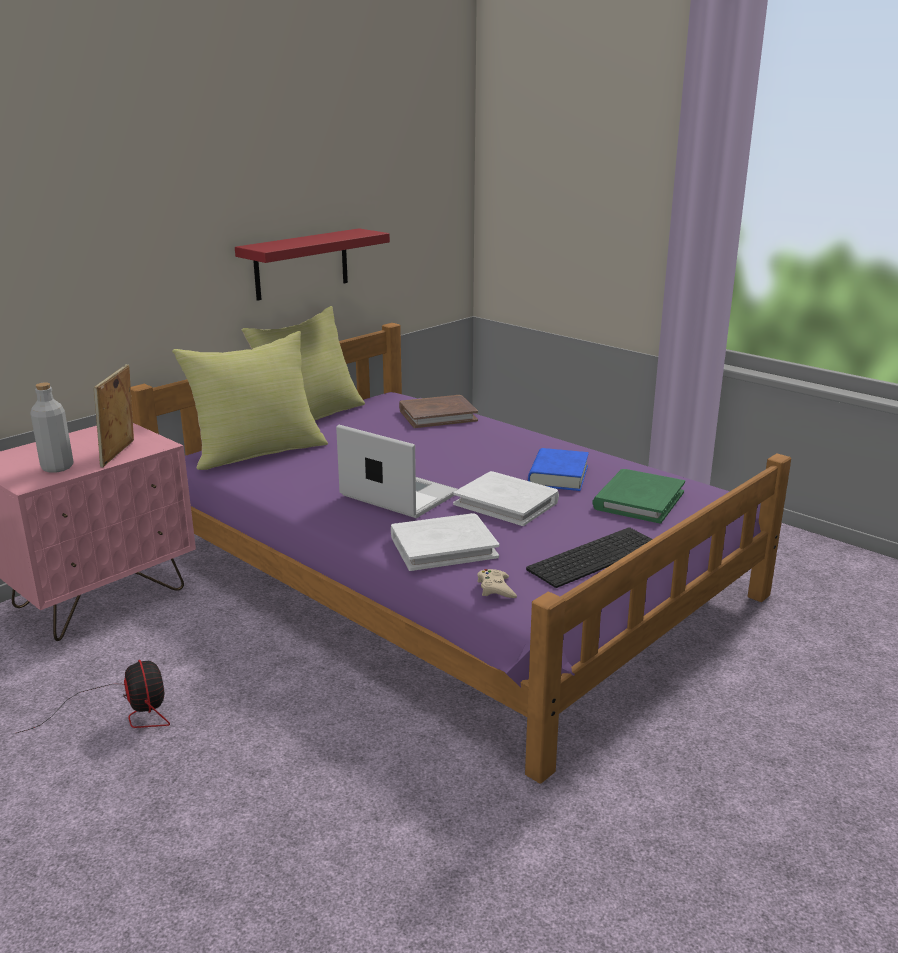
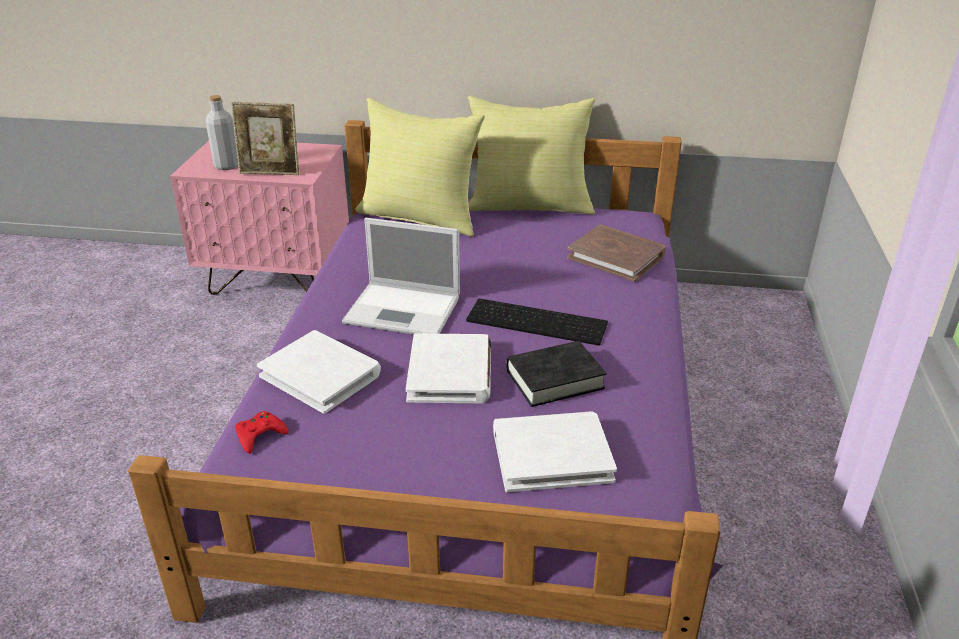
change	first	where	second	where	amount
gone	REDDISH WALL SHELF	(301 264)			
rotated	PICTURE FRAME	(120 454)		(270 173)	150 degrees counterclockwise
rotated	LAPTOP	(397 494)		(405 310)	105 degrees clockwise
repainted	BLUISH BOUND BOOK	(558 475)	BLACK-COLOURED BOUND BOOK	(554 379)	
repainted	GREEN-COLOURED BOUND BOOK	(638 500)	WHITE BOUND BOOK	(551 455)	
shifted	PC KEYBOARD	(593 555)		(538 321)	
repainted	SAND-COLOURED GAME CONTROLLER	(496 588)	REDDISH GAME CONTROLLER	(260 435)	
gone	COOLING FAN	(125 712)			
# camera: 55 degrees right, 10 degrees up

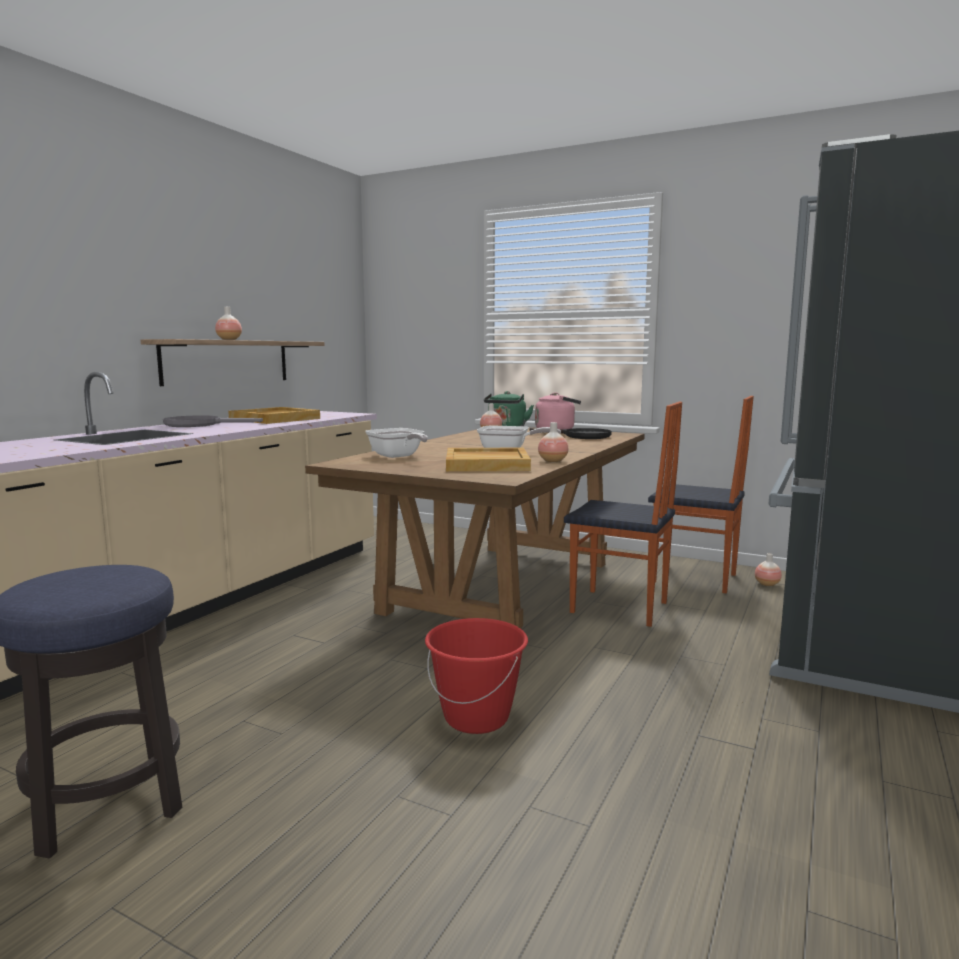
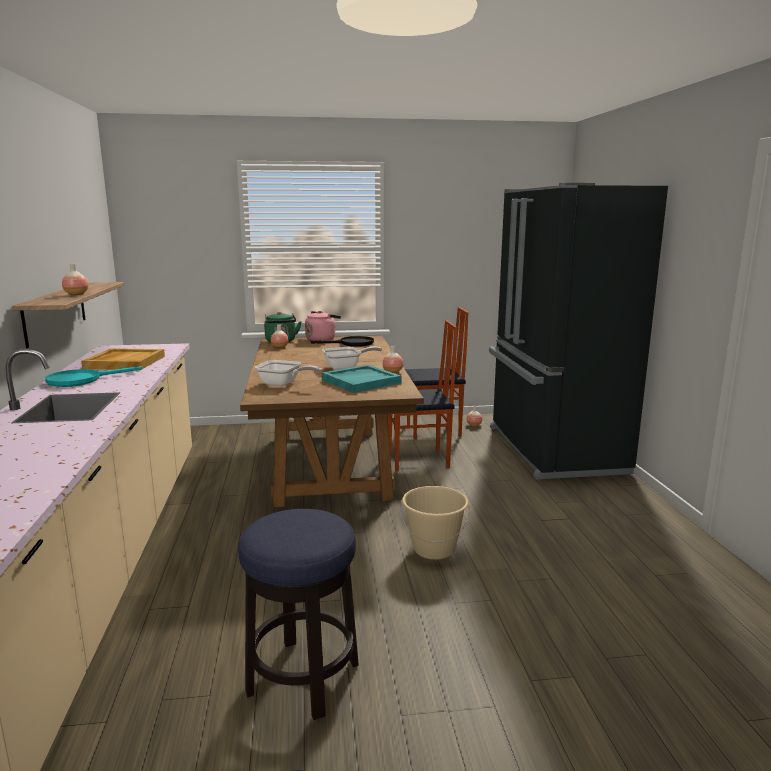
change	first	where	second	where	amount
repainted	GREY SKILLET	(200 424)	TURQUOISE SKILLET	(82 380)	
repainted	SAND-COLOURED SERVING TRAY	(487 464)	TURQUOISE SERVING TRAY	(361 381)	
repainted	REDDISH BUCKET	(477 717)	SAND-COLOURED BUCKET	(434 549)	
# camera: 35 degrees left, 5 degrees up

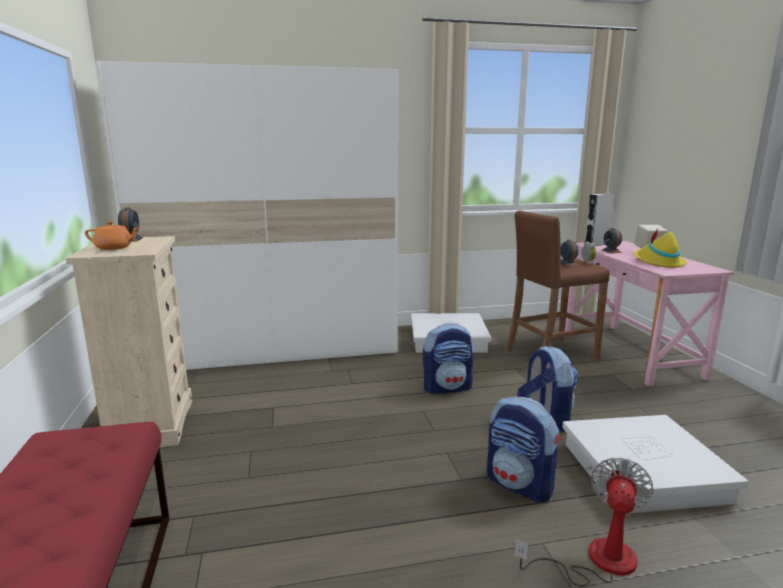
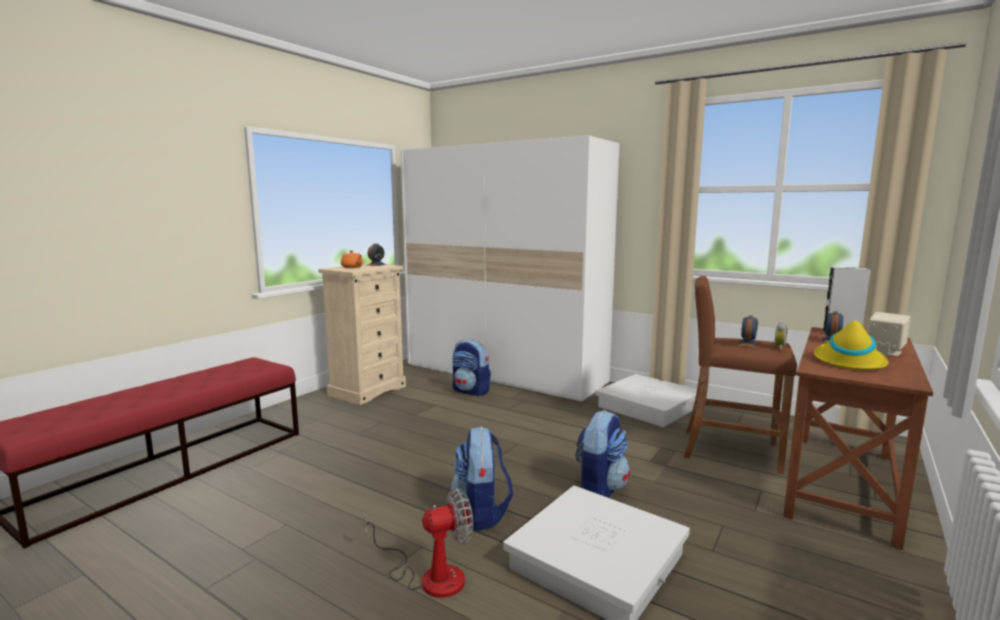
change	first	where	second	where	amount
repainted	PINK DESK TABLE	(629 353)	BROWN-COLOURED DESK TABLE	(842 484)	
shifted	RUCKSACK	(447 388)		(471 391)	
# camera: 45 degrees right, 5 degrees down

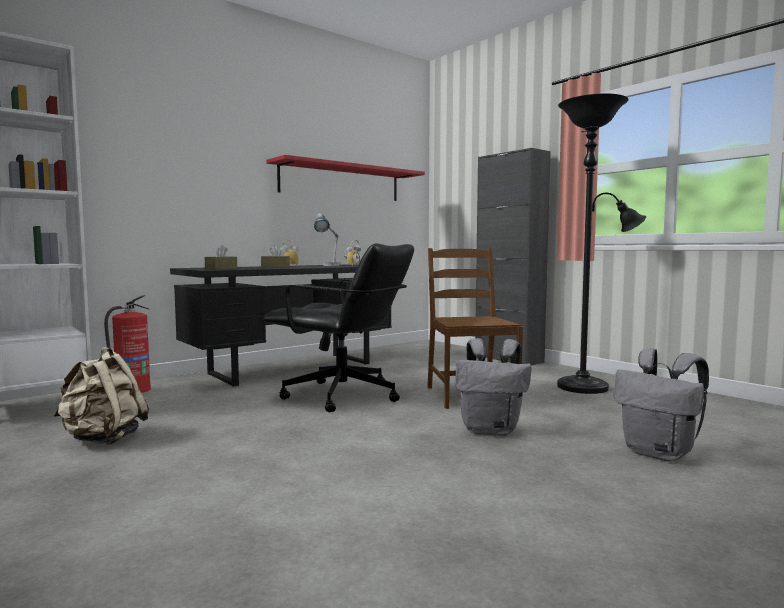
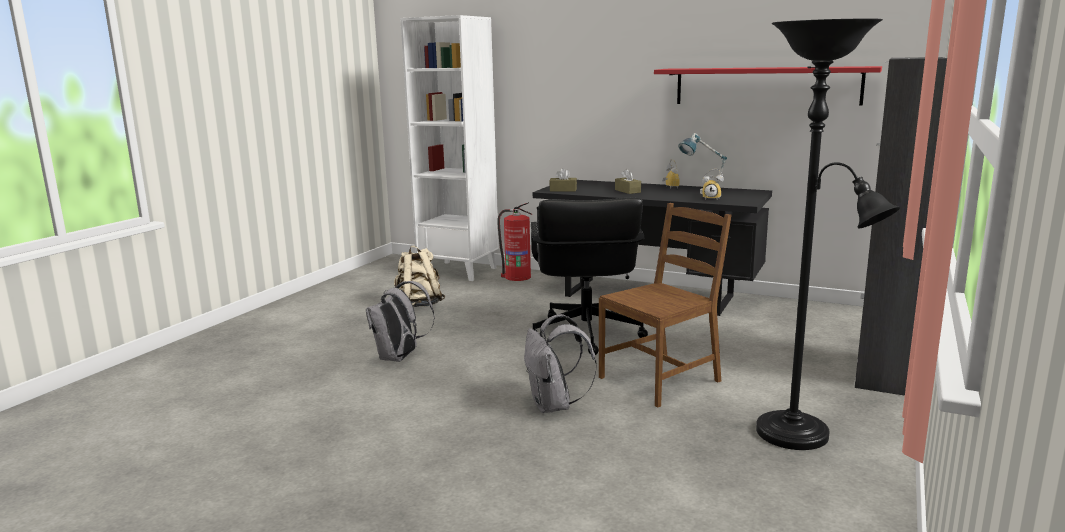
change	first	where	second	where	amount
shifted	GREY RUCKSACK	(660 453)		(399 358)	
# camera: 65 degrees right, 10 degrees up

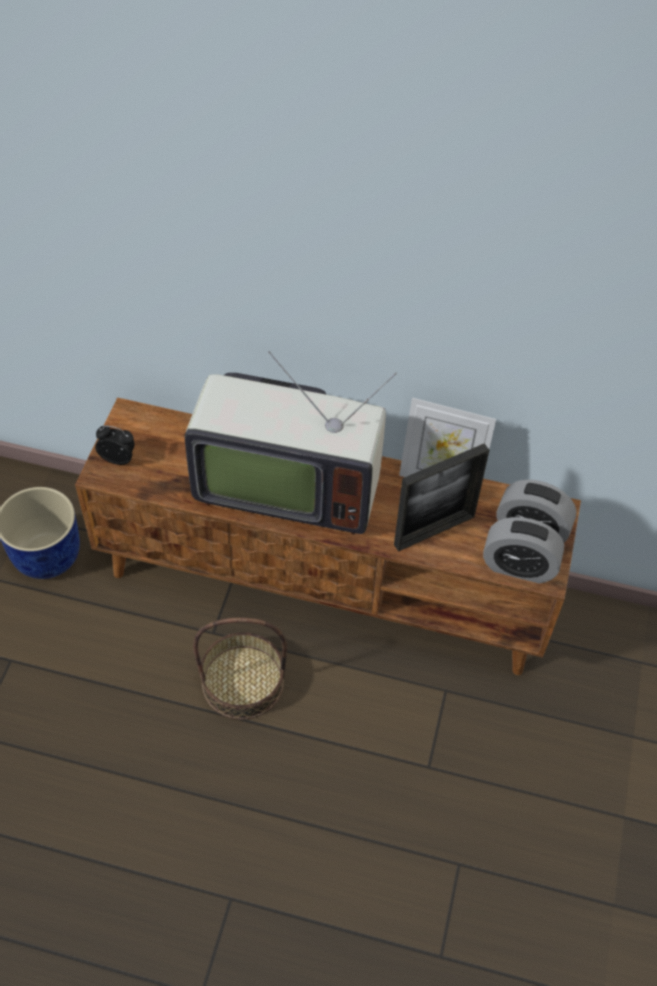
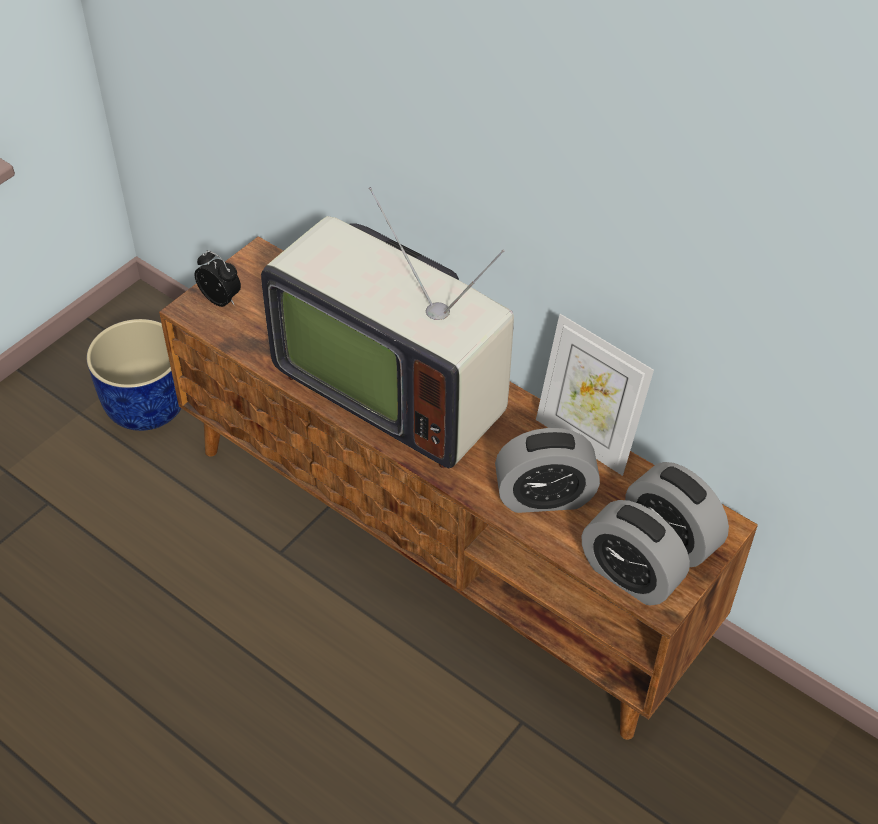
change	first	where	second	where	amount
swapped	PICTURE FRAME	(434 531)	BEDSIDE CLOCK	(544 497)	
gone	HOUSEHOLD BASKET	(243 681)			
# camera: 25 degrees right, 5 degrees down

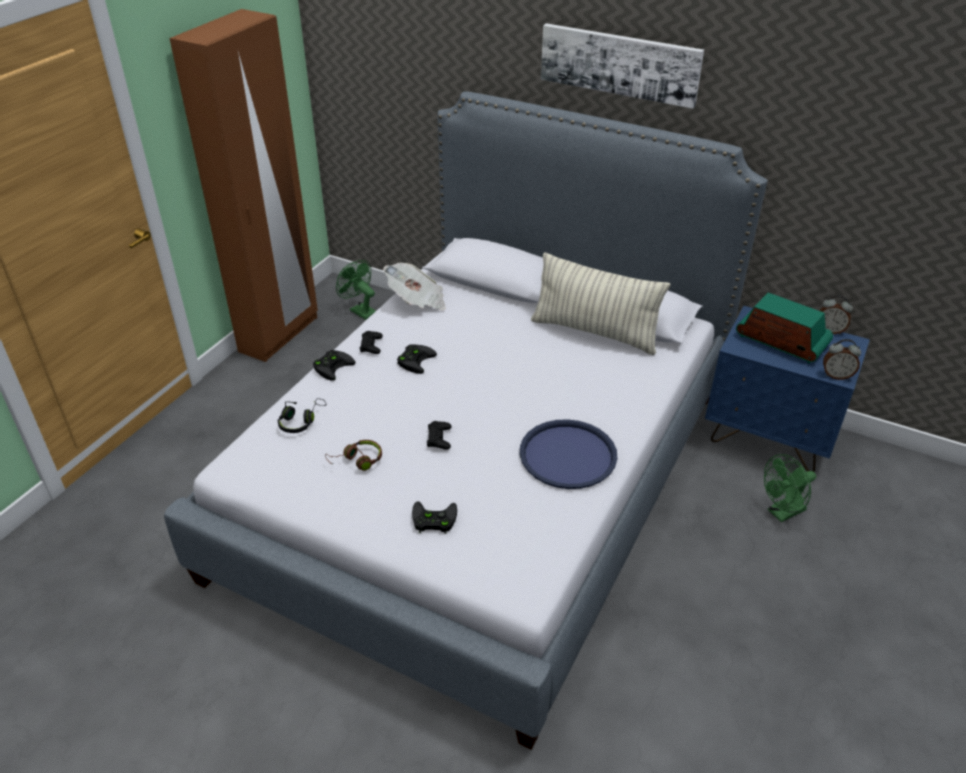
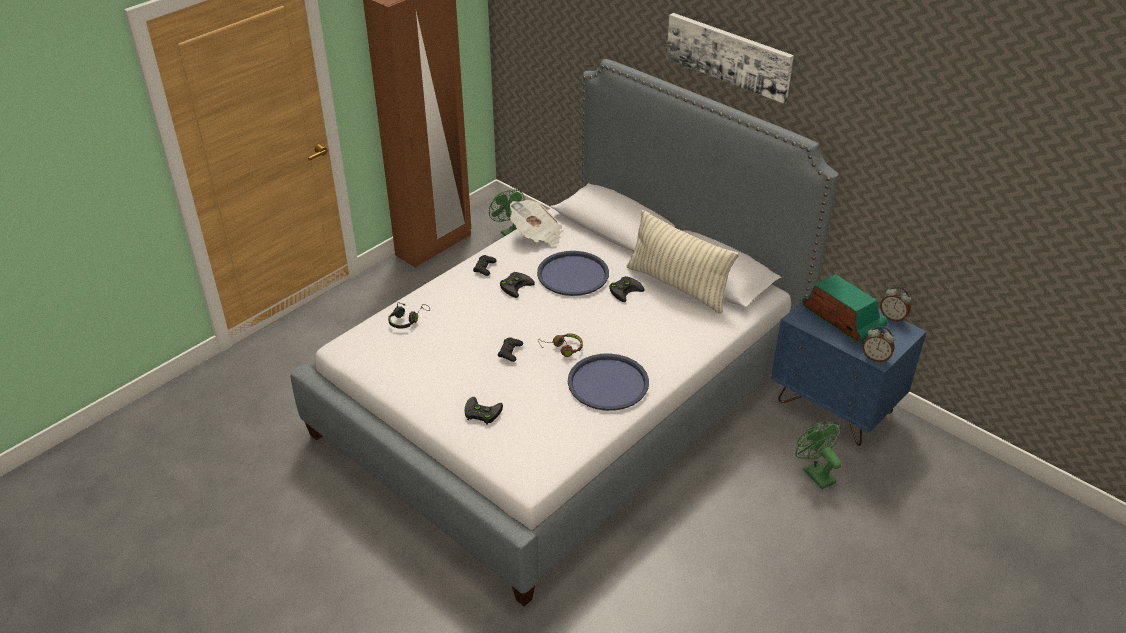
change	first	where	second	where	amount
shifted	BLACK-COLOURED GAME CONTROLLER	(332 366)		(625 290)	
shifted	BROWN-COLOURED HEADPHONES	(357 460)		(562 348)	
rotated	GREEN-COLOURED COOLING FAN	(782 513)		(815 473)	75 degrees clockwise
new			BLUISH SERVING TRAY	(573 274)	
# camera: 15 degrees right, 0 degrees up

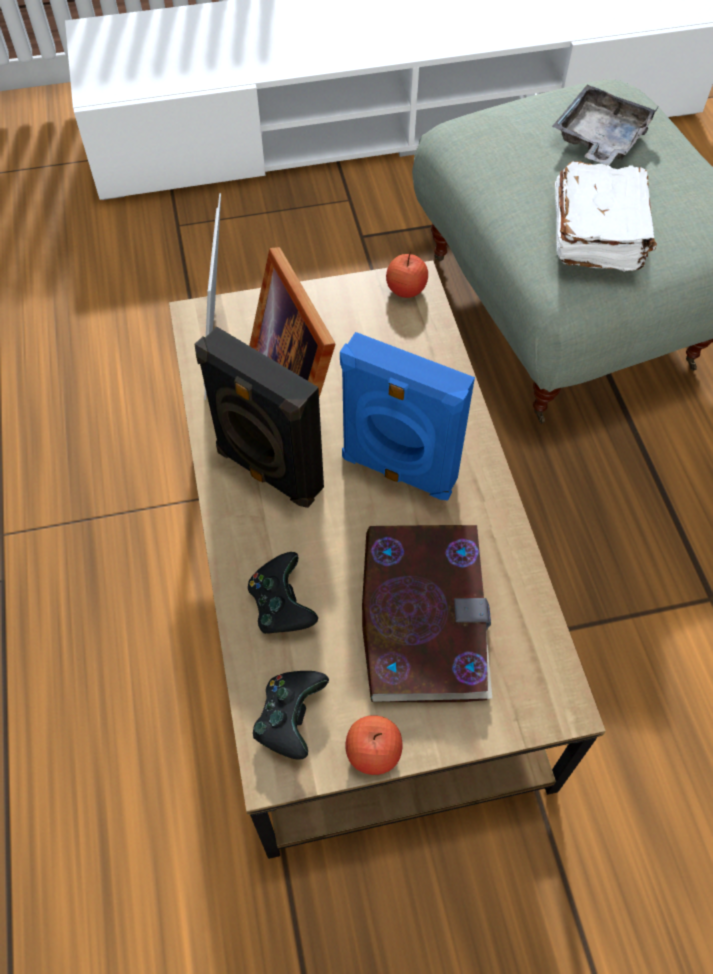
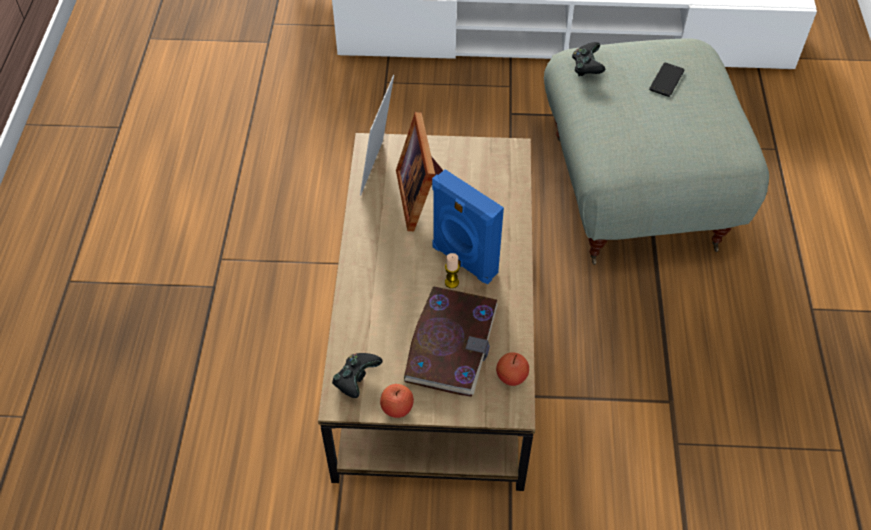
change	first	where	second	where	amount
swapped	GREY SERVING TRAY	(599 139)	PHONE	(666 80)	
gone	WHITE BOUND BOOK	(598 233)			
shifted	APPLE FRUIT	(406 289)		(511 376)	
gone	BLACK-COLOURED LOUDSPEAKER	(267 472)			
shifted	BLACK-COLOURED GAME CONTROLLER	(282 605)		(586 68)	
new			WAX LIGHT	(451 282)	
# camera: 15 degrees right, 5 degrees down

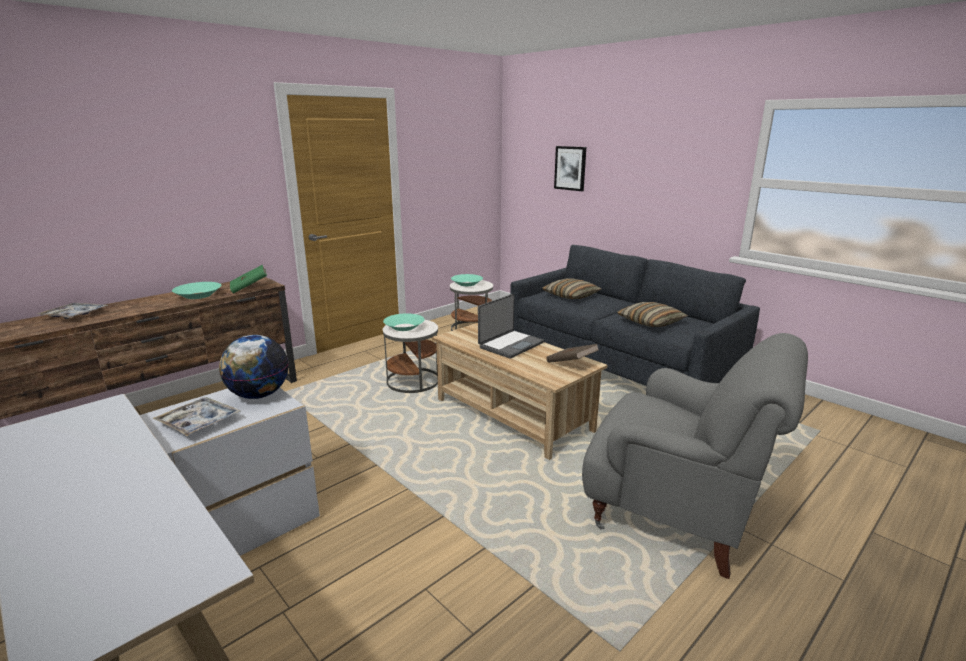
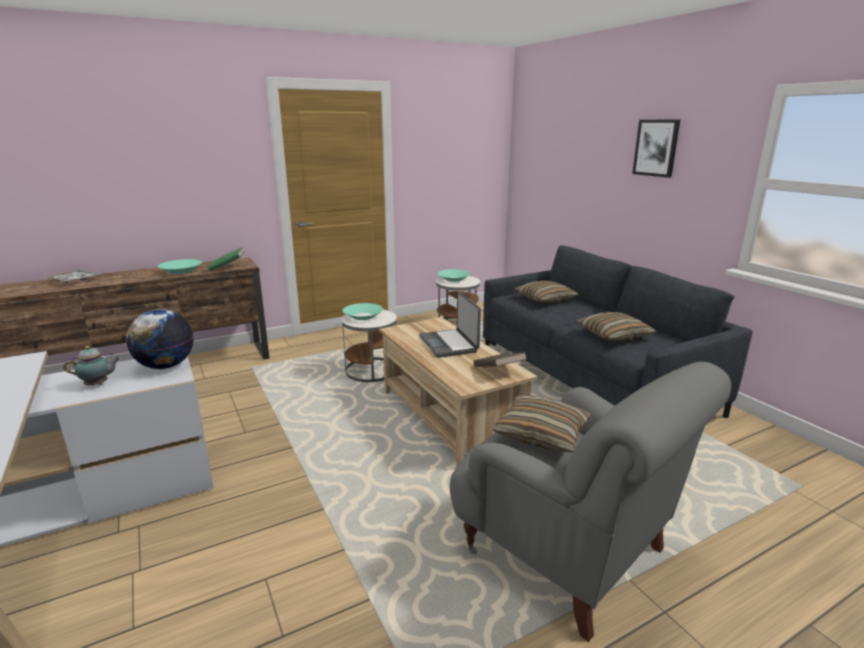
change	first	where	second	where	amount
shifted	WALL PICTURE	(570 168)		(656 148)	
rotated	LAPTOP	(510 345)		(449 344)	105 degrees clockwise
swapped	SERVING TRAY	(199 422)	POT FOR TEA	(98 384)	
new			CUSHION	(541 433)	
# camera: 15 degrees right, 0 degrees up

